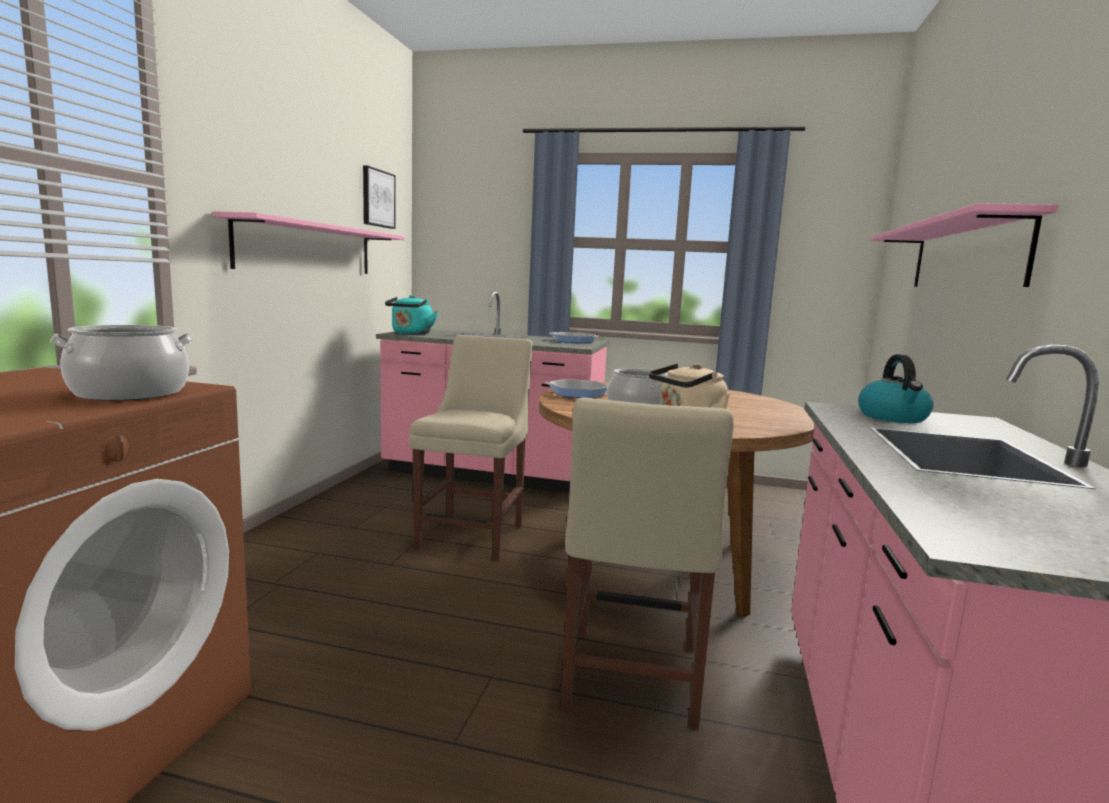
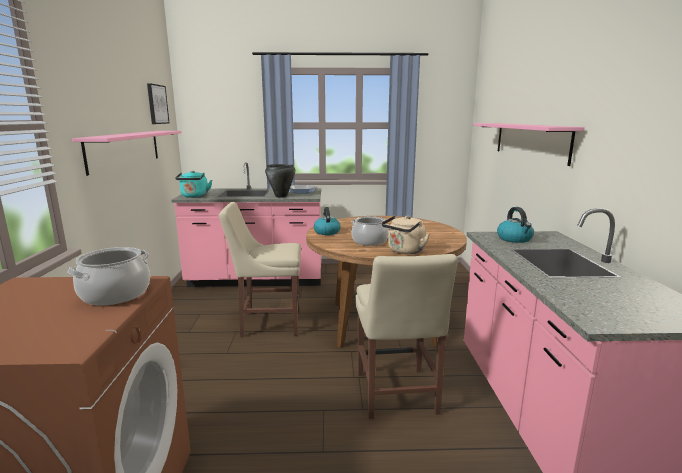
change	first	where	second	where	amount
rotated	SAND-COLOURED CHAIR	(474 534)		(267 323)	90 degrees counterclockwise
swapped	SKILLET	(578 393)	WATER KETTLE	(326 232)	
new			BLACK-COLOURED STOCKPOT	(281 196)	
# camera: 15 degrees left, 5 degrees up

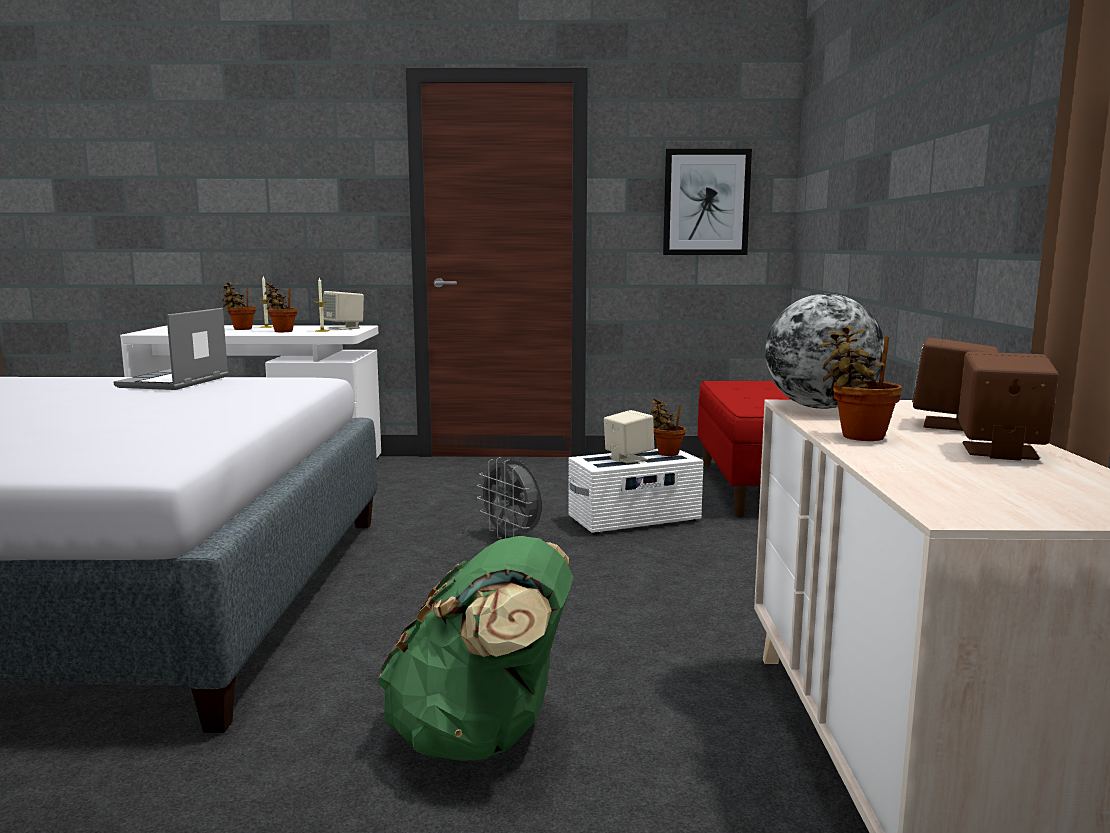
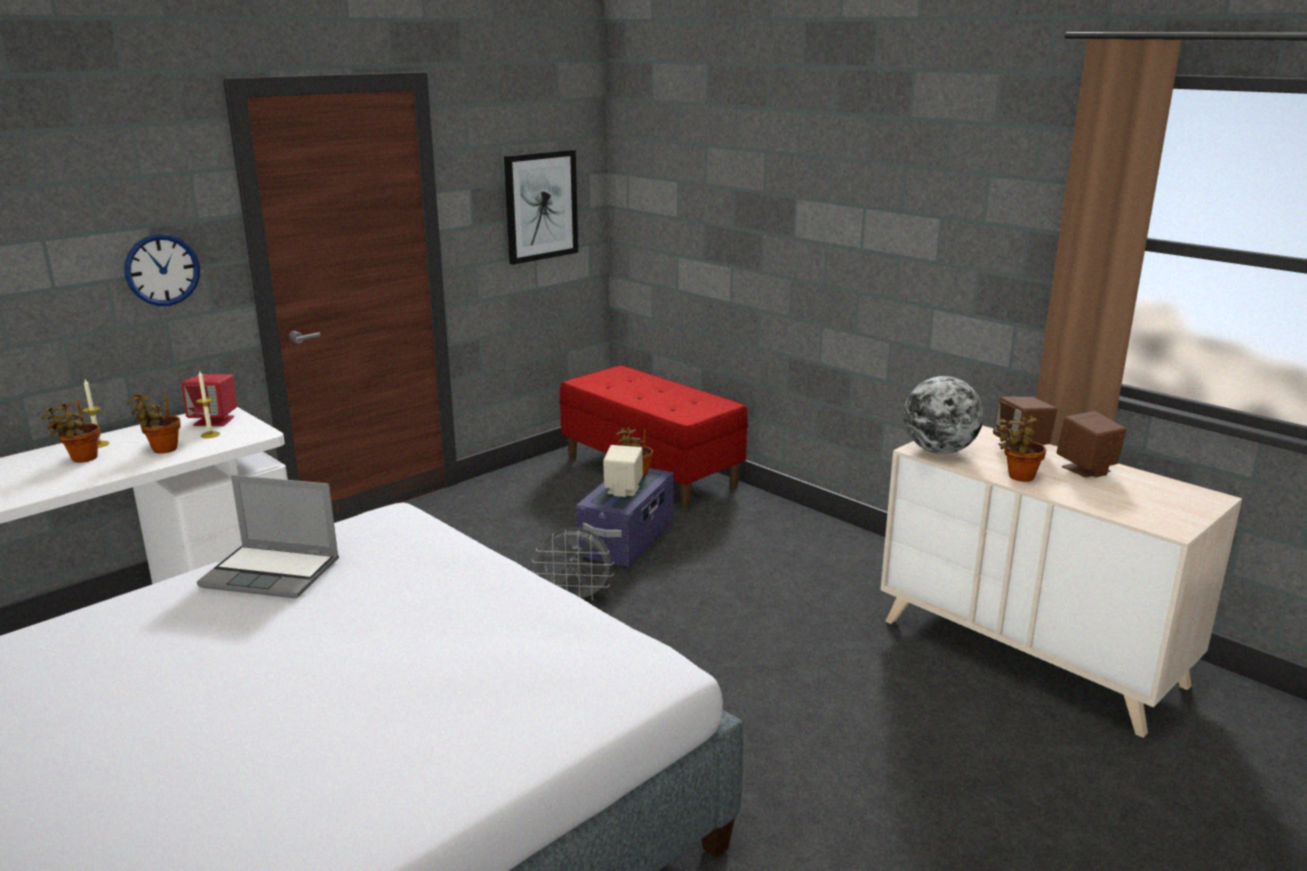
change	first	where	second	where	amount
repainted	SAND-COLOURED LOUDSPEAKER	(344 328)	REDDISH LOUDSPEAKER	(214 421)	
rotated	LAPTOP	(174 382)		(273 573)	45 degrees counterclockwise
repainted	WHITE STORAGE BOX	(634 520)	PURPLE-COLOURED STORAGE BOX	(627 541)	
gone	GREEN-COLOURED RUCKSACK	(482 736)			
new			CLOCK ON THE WALL	(162 270)	
# camera: 45 degrees left, 10 degrees up

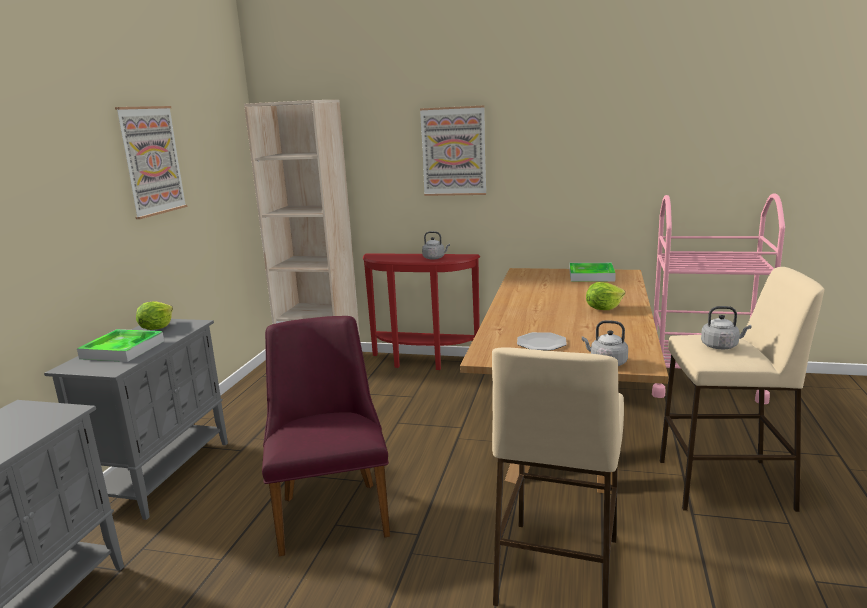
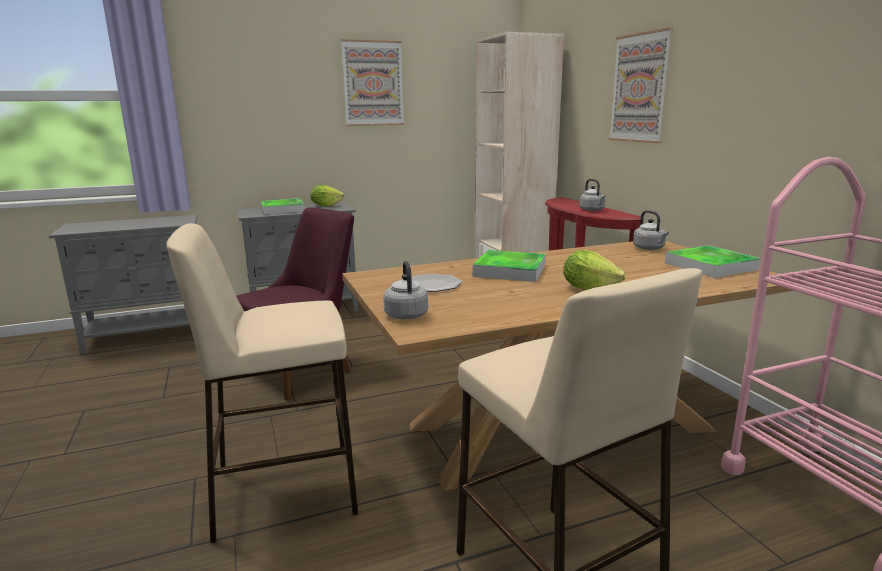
change	first	where	second	where	amount
shifted	GREY WATER KETTLE	(721 346)		(649 248)	
new			SERVING TRAY	(510 270)	
# camera: 55 degrees right, 0 degrees up

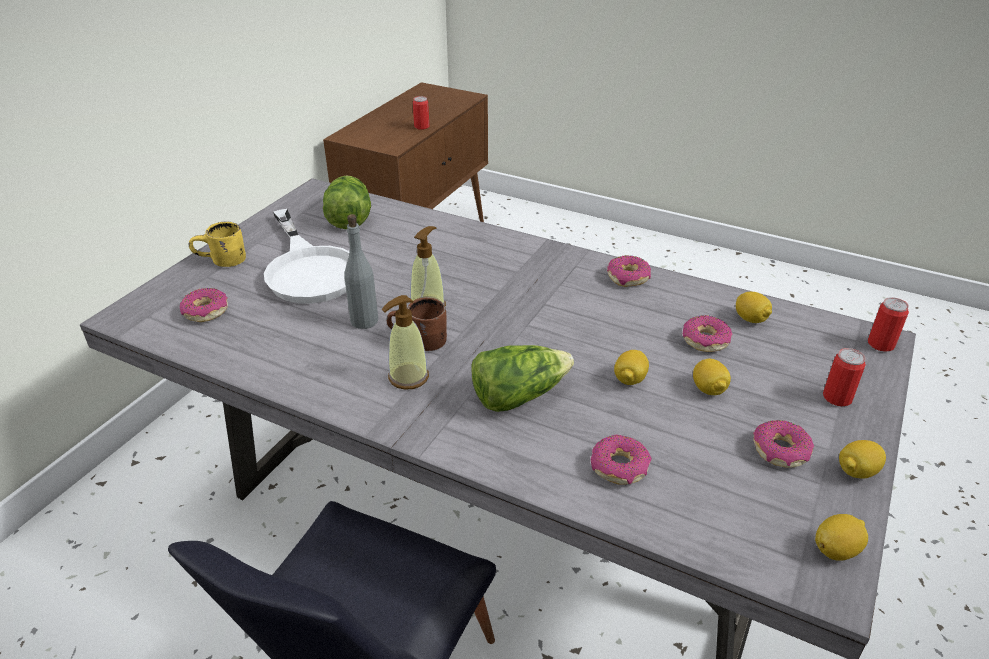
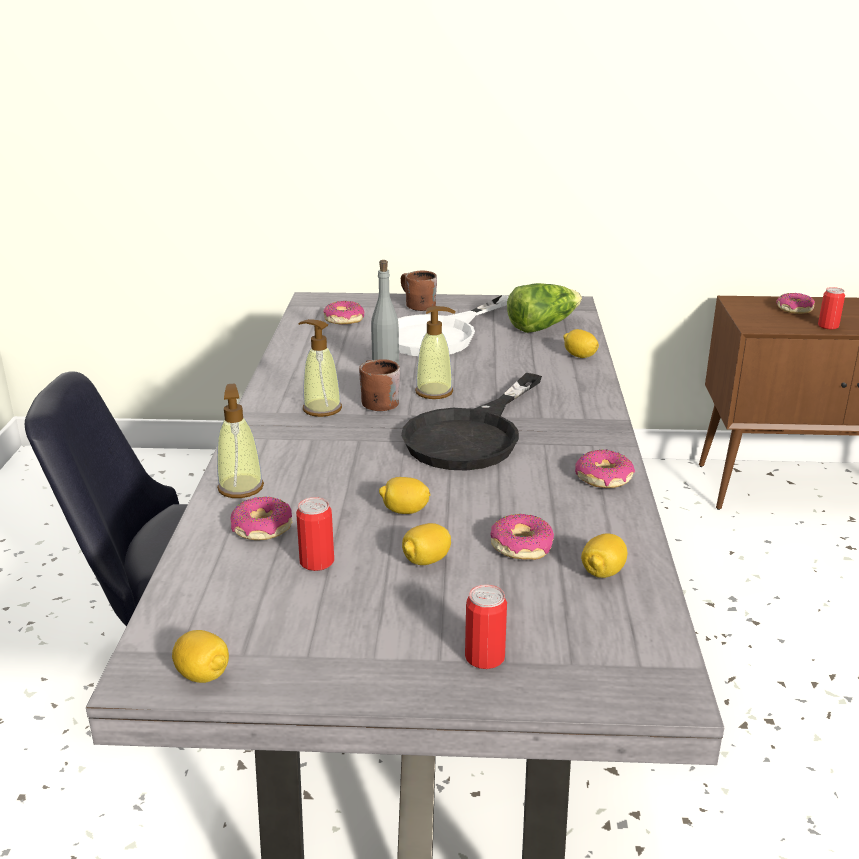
change	first	where	second	where	amount
repainted	YELLOWISH MUG	(222 262)	BROWN-COLOURED MUG	(414 305)	
shifted	CAN	(880 344)		(316 562)	
gone	HEAD OF LETTUCE	(518 395)			
shifted	RING DOUGHNUT	(780 451)		(794 309)	
shifted	LEMON	(856 471)		(579 356)	
new			BLACK-COLOURED SKILLET	(471 435)	
new			LIQUID SOAP BOTTLE	(240 487)	
# camera: 65 degrees right, 10 degrees down

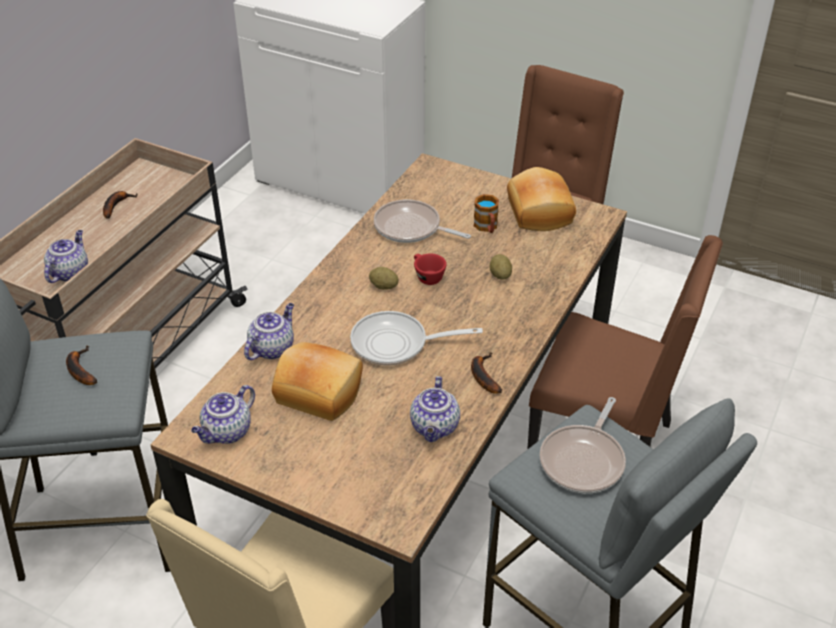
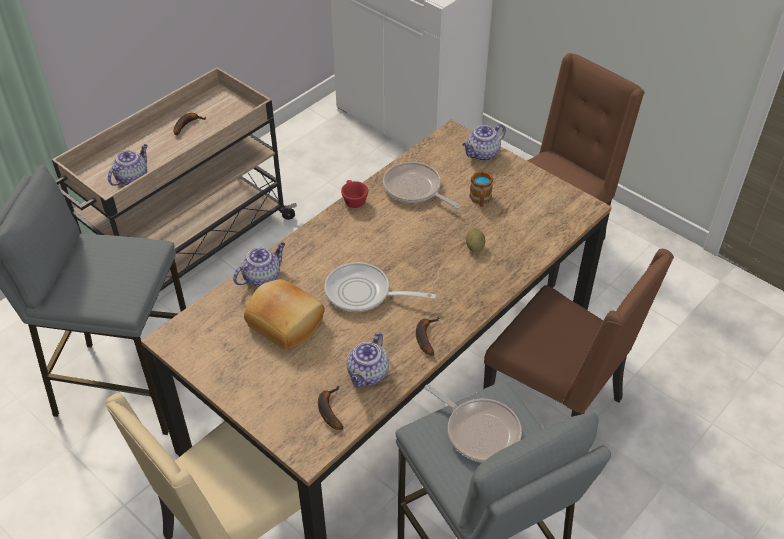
change	first	where	second	where	amount
gone	BAKED BREAD	(538 212)			
shifted	REDDISH DRINKING CUP	(426 276)		(353 200)	
gone	SPUD	(383 286)			
shifted	BANANA	(80 370)		(328 410)	
shifted	POT FOR TEA	(227 432)		(482 154)	
rotated	SKILLET	(584 460)		(479 431)	90 degrees counterclockwise
# camera: 15 degrees right, 5 degrees up

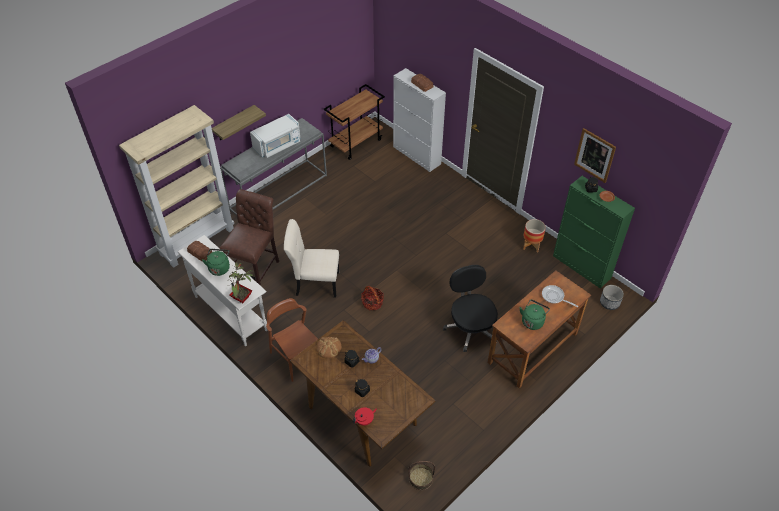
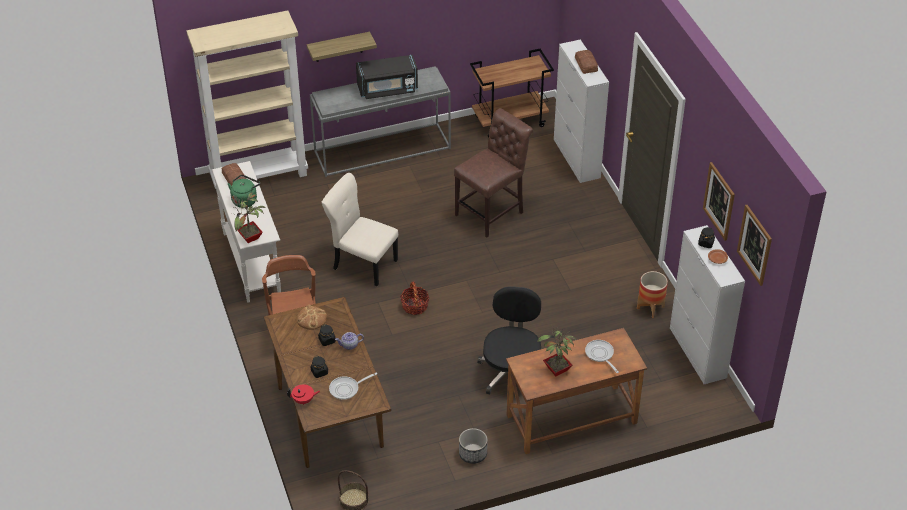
change	first	where	second	where	amount
repainted	WHITE KITCHEN MICROWAVE	(277 145)	BLACK-COLOURED KITCHEN MICROWAVE	(387 89)	
repainted	GREEN-COLOURED STORAGE CABINET	(581 267)	WHITE STORAGE CABINET	(697 353)	
shifted	BROWN-COLOURED CHAIR	(256 269)		(492 212)	
shifted	FLOWER POT	(609 303)		(472 454)	
swapped	GREEN-COLOURED WATER KETTLE	(532 321)	PLANT IN A POT	(556 370)	
new			WALL PICTURE	(754 245)	
new			SKILLET	(346 389)	
# camera: 25 degrees right, 5 degrees down

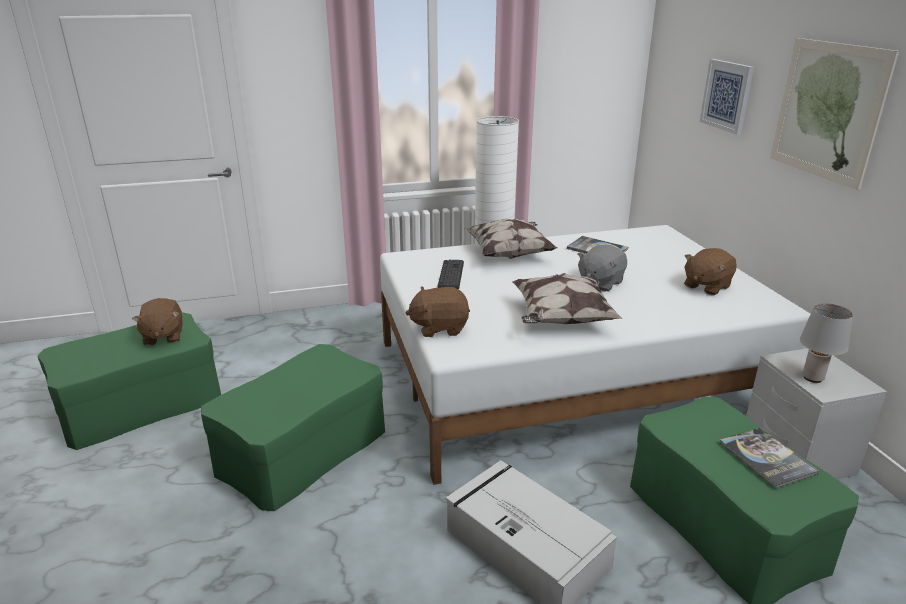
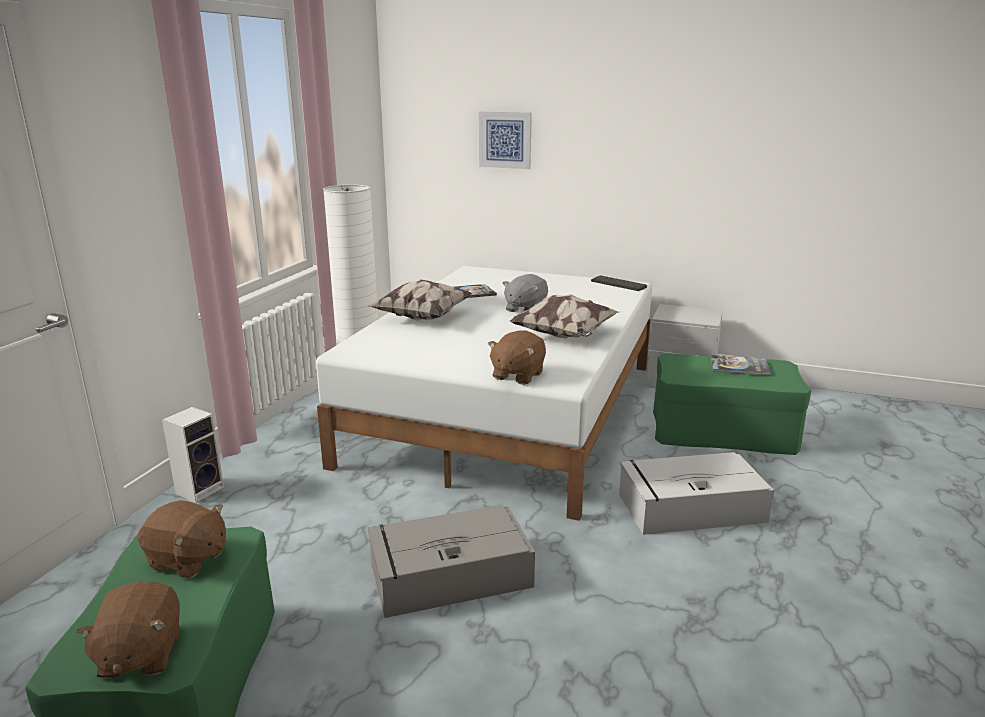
change	first	where	second	where	amount
gone	WALL PICTURE	(827 111)			
rotated	GREY SOFT TOY	(600 282)		(525 309)	45 degrees clockwise
shifted	BROWN-COLOURED SOFT TOY	(706 286)		(140 655)	
shifted	PC KEYBOARD	(451 275)		(618 284)	
gone	GREY TABLETOP LAMP	(813 377)			
swapped	GREEN-COLOURED OTTOMAN	(302 449)	GREY STORAGE BOX	(448 576)	
new			LOUDSPEAKER	(200 489)	
# camera: 55 degrees left, 5 degrees down

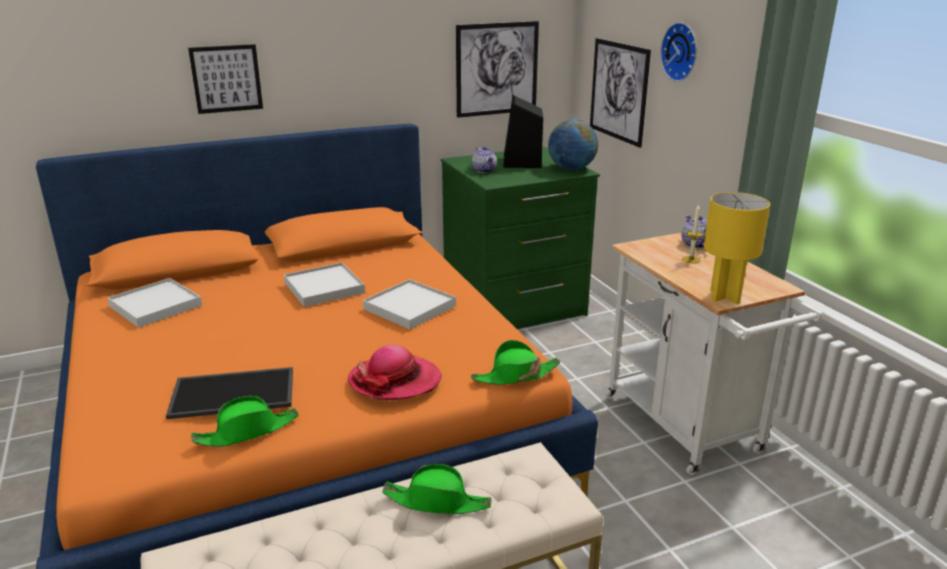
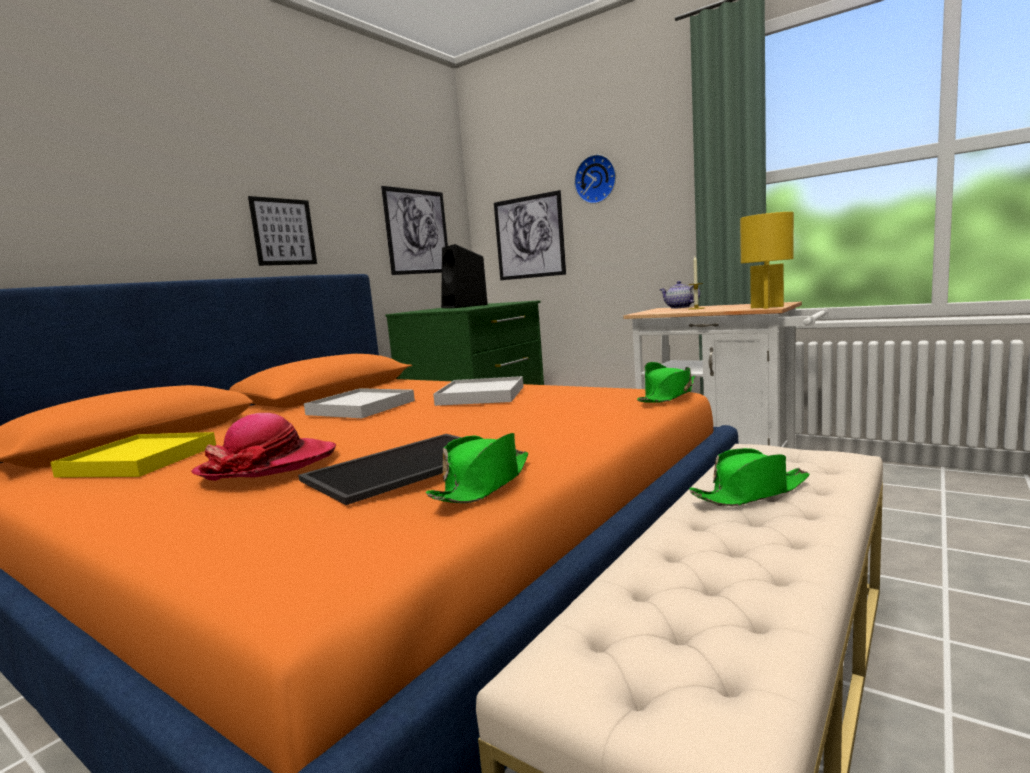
change	first	where	second	where	amount
shifted	WALL PICTURE	(226 79)		(283 232)	
gone	GLOBE	(571 169)			
gone	POT FOR TEA	(484 170)			
repainted	WHITE SERVING TRAY	(156 306)	YELLOWISH SERVING TRAY	(140 460)	
shifted	HAT	(395 381)		(268 464)	
# camera: 30 degrees left, 15 degrees down

